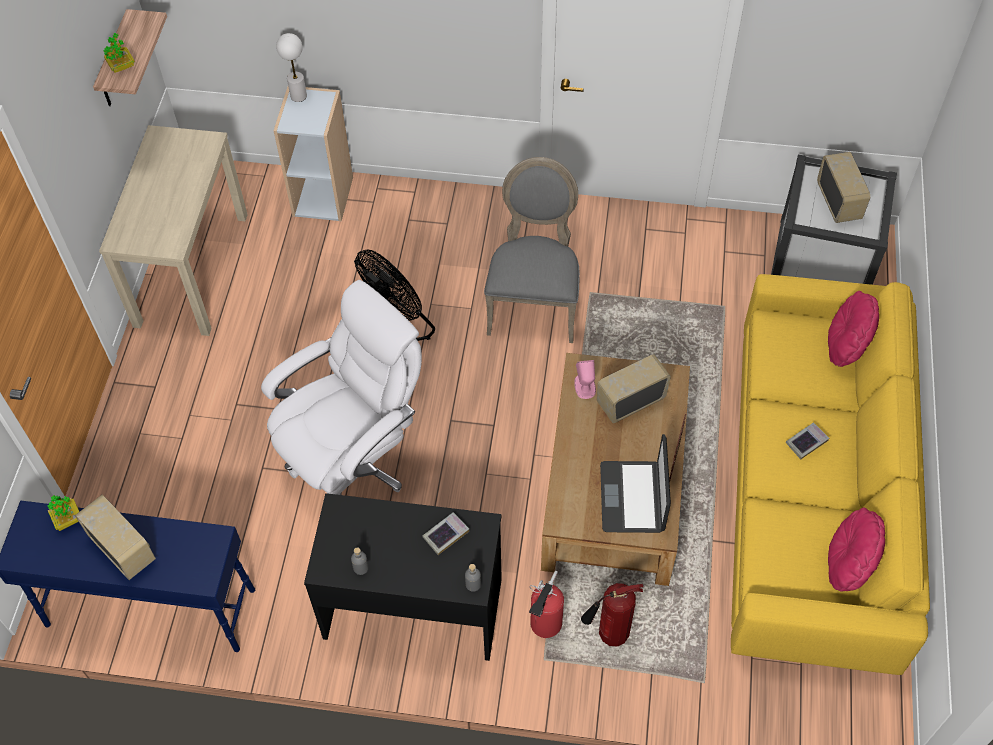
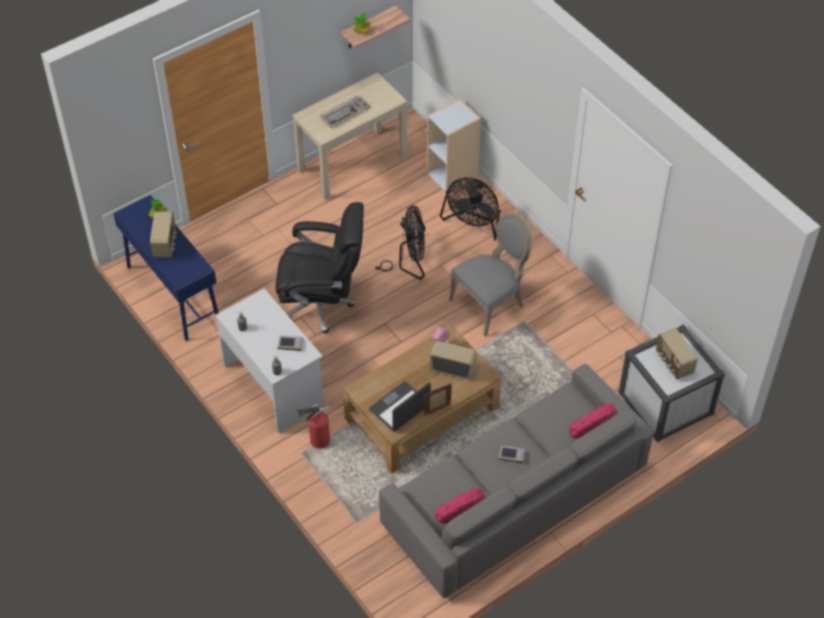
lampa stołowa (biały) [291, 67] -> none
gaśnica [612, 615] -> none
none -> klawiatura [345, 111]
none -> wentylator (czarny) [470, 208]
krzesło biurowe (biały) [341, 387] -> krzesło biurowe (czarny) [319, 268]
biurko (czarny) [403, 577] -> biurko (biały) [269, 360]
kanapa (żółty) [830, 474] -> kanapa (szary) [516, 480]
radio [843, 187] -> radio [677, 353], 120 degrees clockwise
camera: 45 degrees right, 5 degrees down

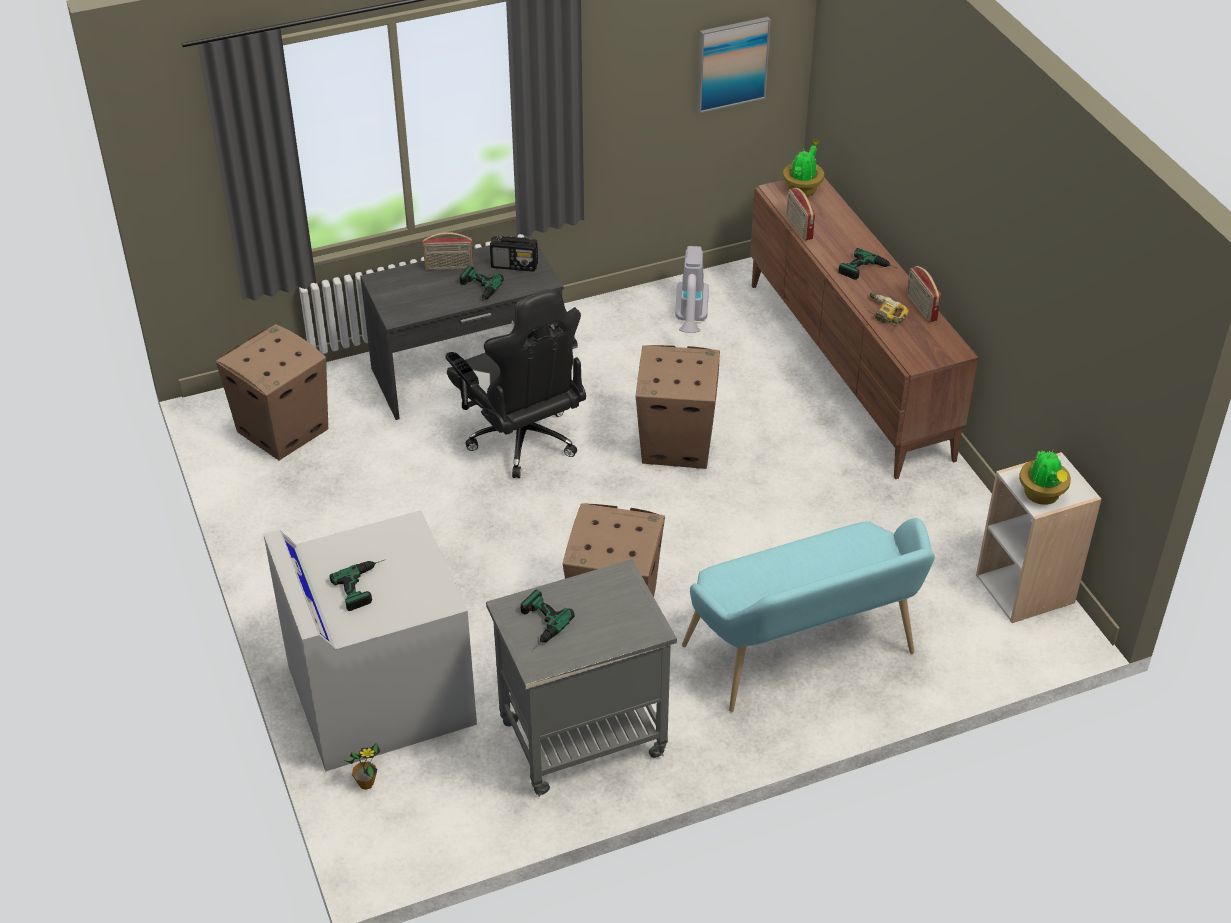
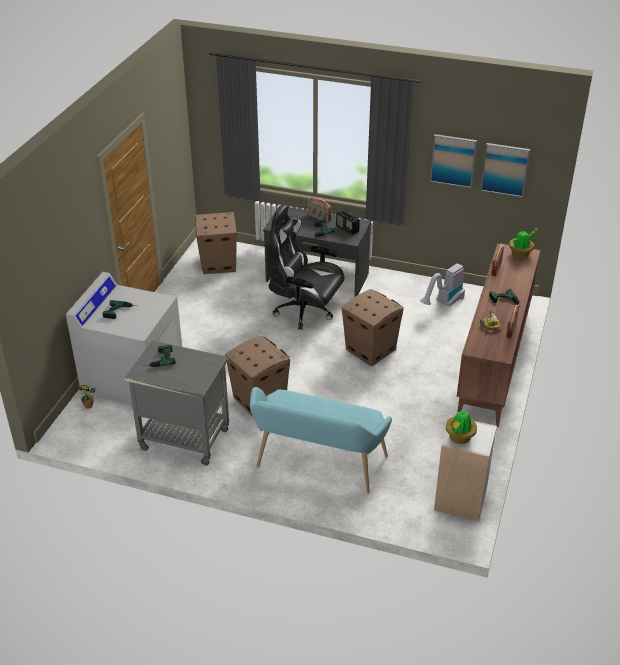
none -> obraz [453, 161]
krzesło biurowe (czarny) [515, 383] -> krzesło biurowe (czarny) [306, 267], 105 degrees clockwise
camera: 40 degrees right, 5 degrees down

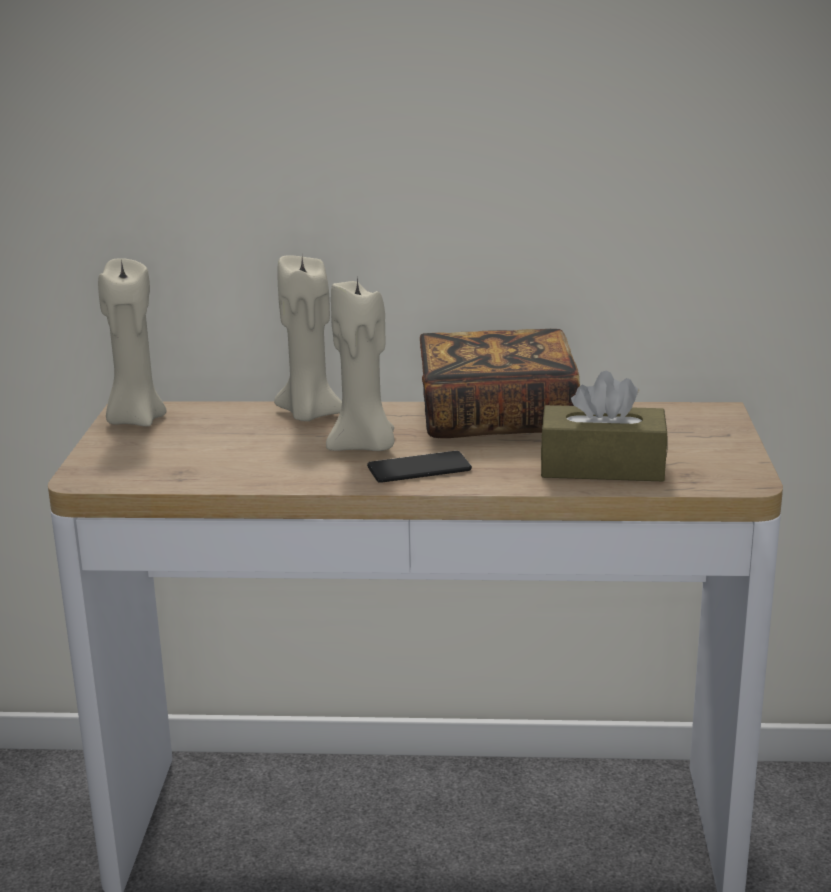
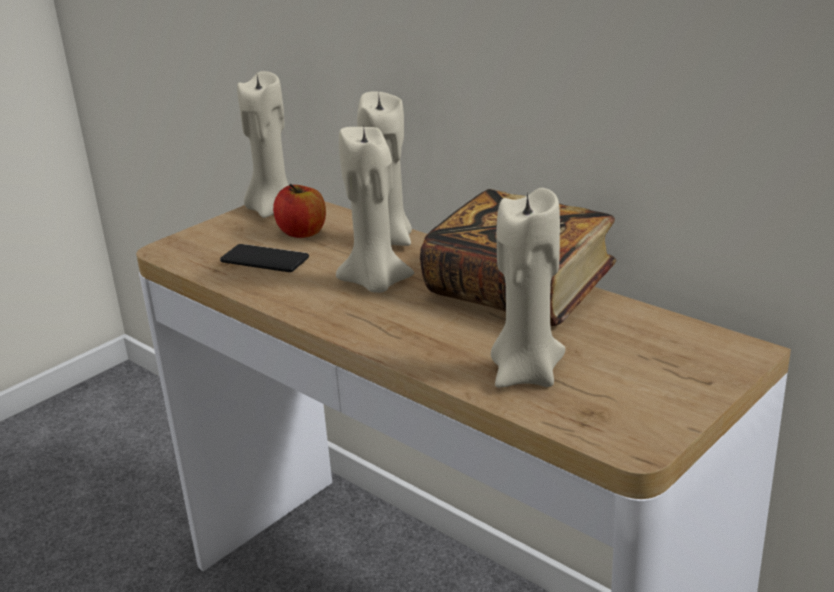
none -> jabłko [299, 211]
telefon [419, 467] -> telefon [264, 258], moved
pudełko chusteczek (brązowy) [604, 426] -> świeca (beżowy) [528, 288]
camera: 40 degrees right, 5 degrees up

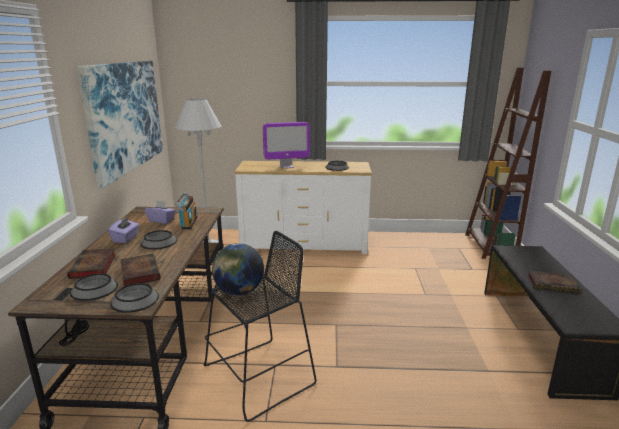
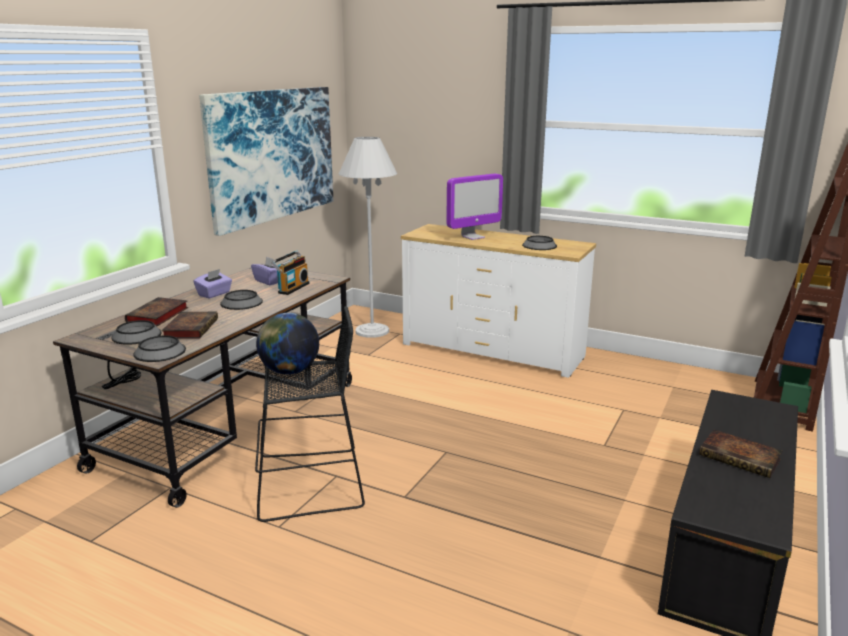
monitor [286, 145] -> monitor [474, 207], 45 degrees counterclockwise
camera: 25 degrees right, 0 degrees up

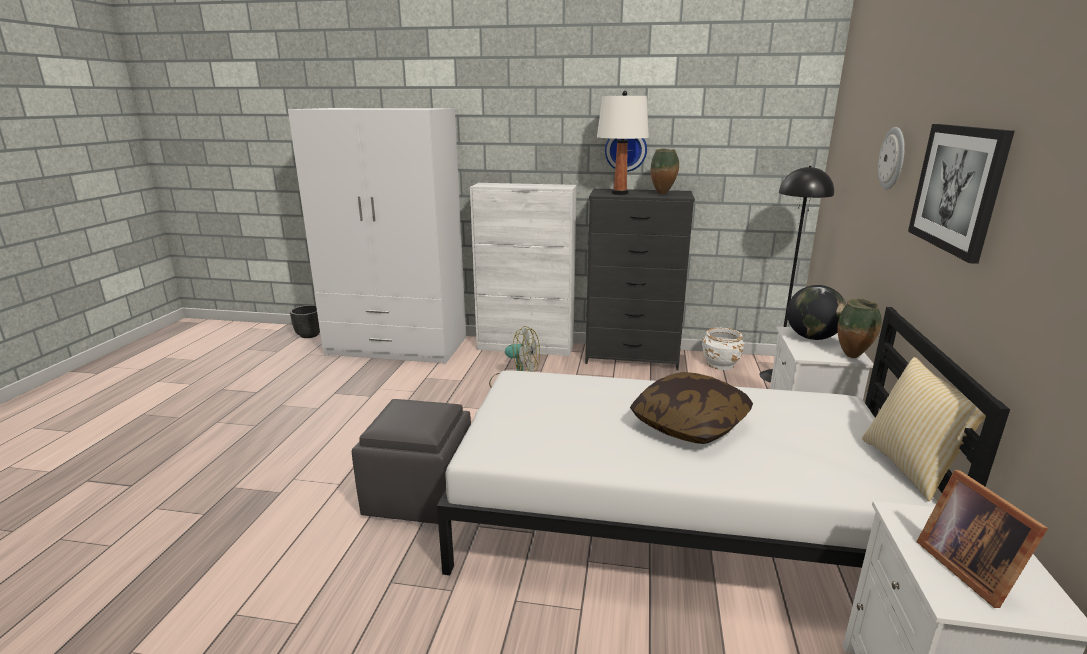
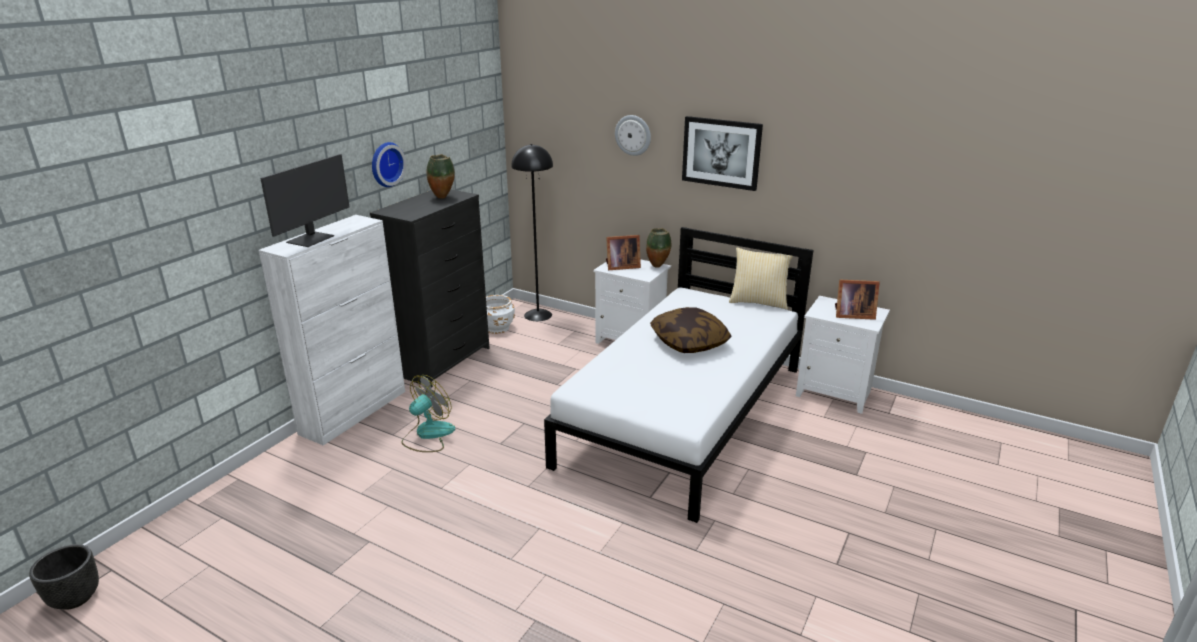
szafa (biały) [377, 236] -> none
pufa (szary) [411, 461] -> none
lampa stołowa (biały) [623, 143] -> none
none -> monitor [305, 200]
globus [816, 312] -> ramka na zdjęcie [623, 252]
camera: 70 degrees left, 5 degrees up

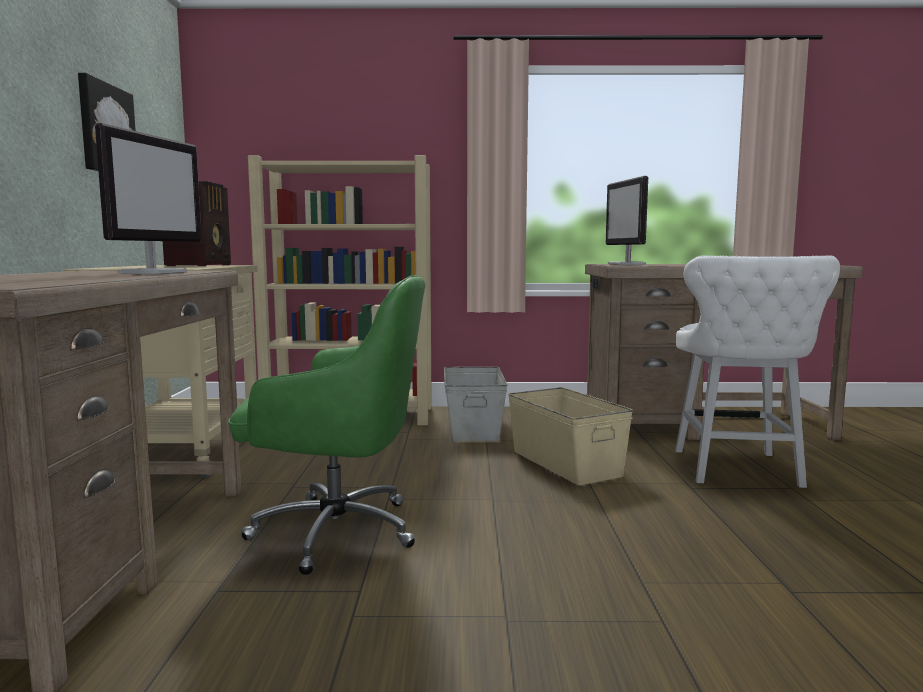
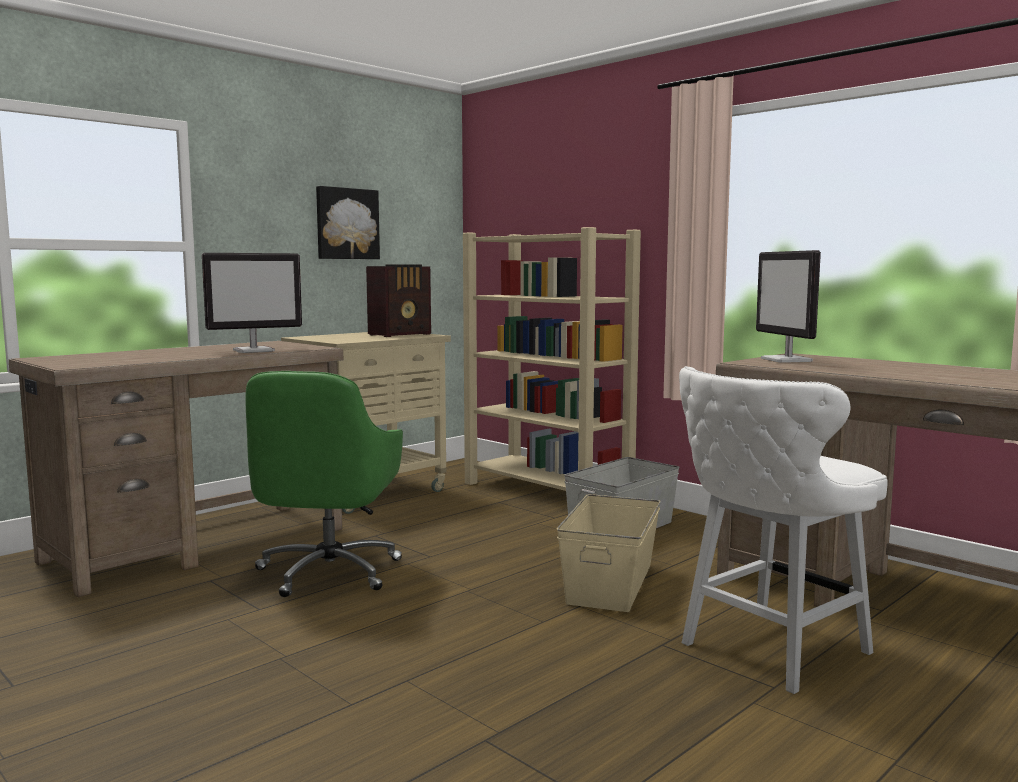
krzesło biurowe (zielony) [327, 425] -> krzesło biurowe (zielony) [324, 484], 45 degrees clockwise
monitor [627, 220] -> monitor [788, 306], 45 degrees counterclockwise
camera: 45 degrees right, 0 degrees up

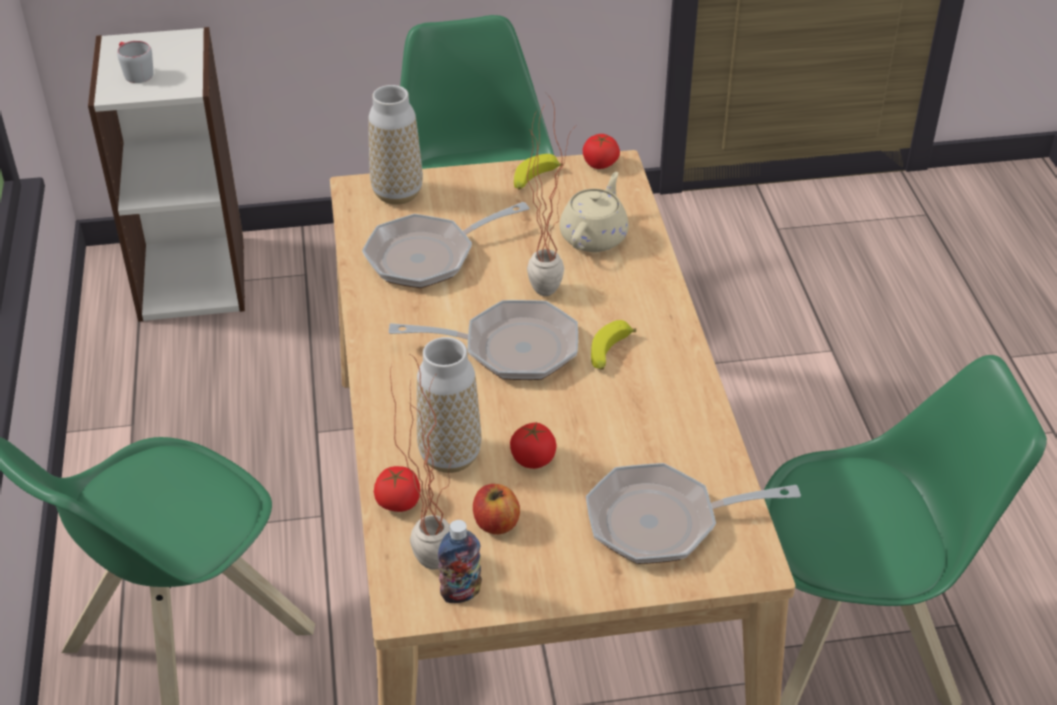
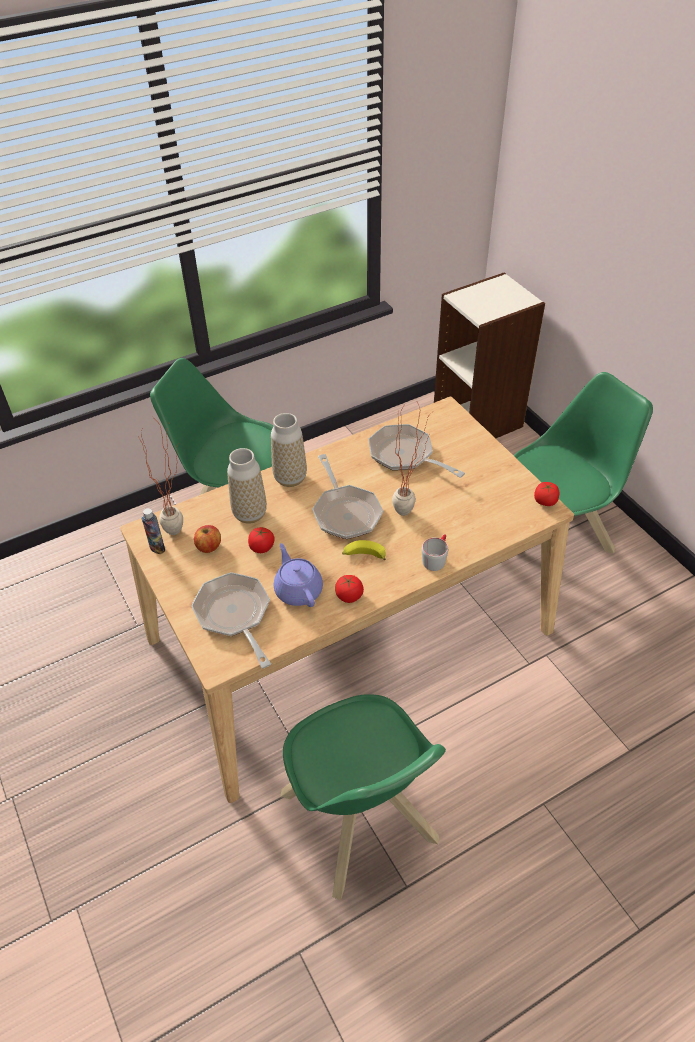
banan [538, 172] -> none
imbryk (beżowy) [594, 212] -> none
none -> imbryk (fioletowy) [298, 575]
kubek (szary) [135, 62] -> kubek (szary) [435, 552], moved
wazon [395, 145] -> wazon [289, 450], moved
pomidor [397, 489] -> pomidor [349, 589], moved
camera: 70 degrees right, 5 degrees up

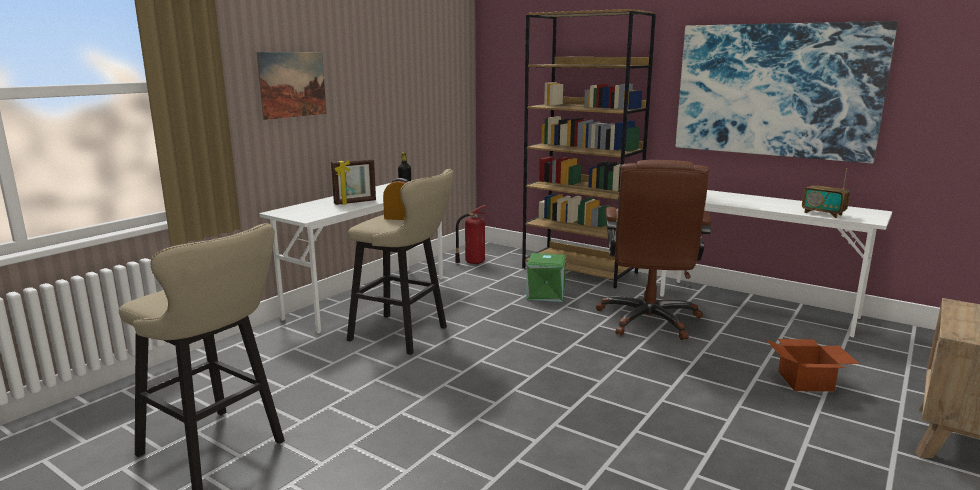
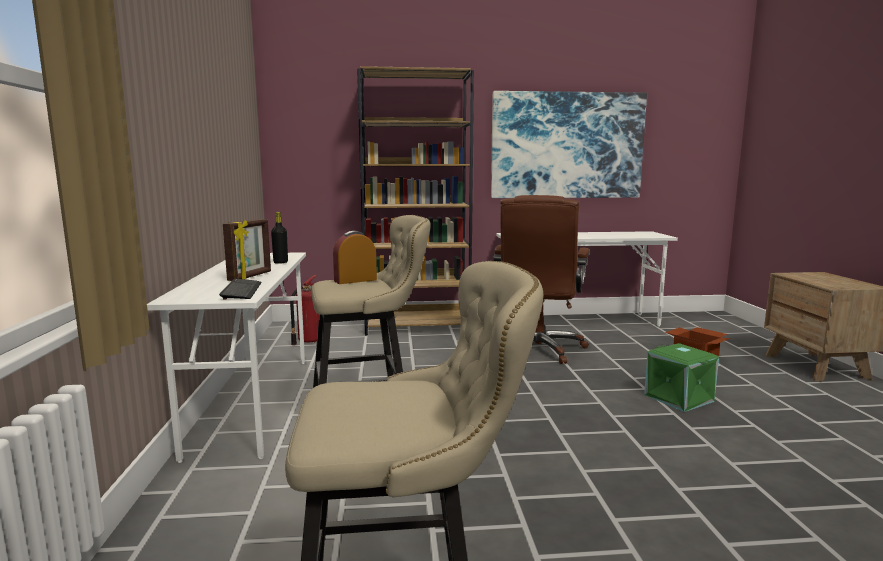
obraz [291, 86] -> none
radio [826, 193] -> none
none -> klawiatura [240, 289]
pojemnik do przechowywania (zielony) [546, 277] -> pojemnik do przechowywania (zielony) [681, 377], moved
krzesło biurowe (brązowy) [653, 250] -> krzesło biurowe (brązowy) [541, 279], 45 degrees clockwise
camera: 40 degrees left, 5 degrees down

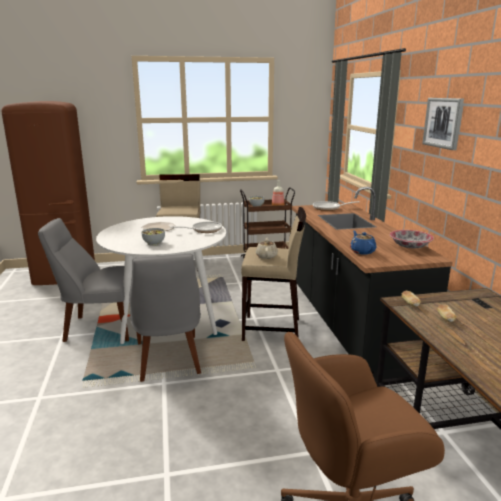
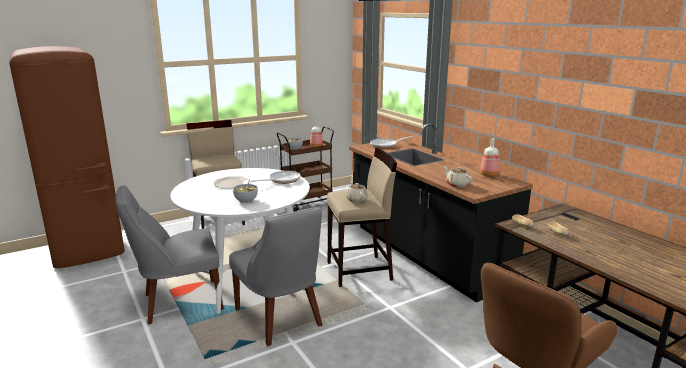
obraz [443, 124] -> none
miska [412, 239] -> butelka [489, 157]
imbryk (niebieski) [363, 243] -> imbryk (beżowy) [458, 176]
camera: 20 degrees left, 0 degrees up

